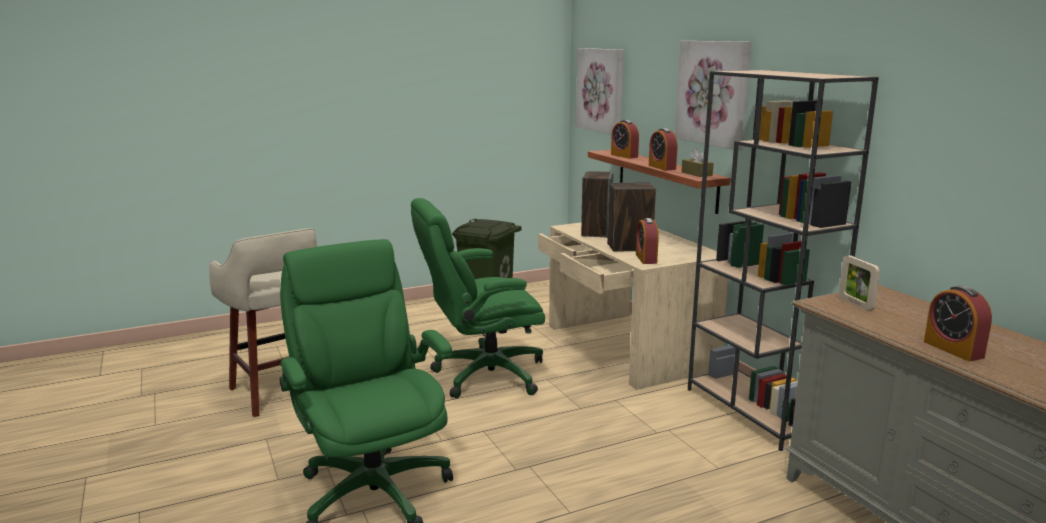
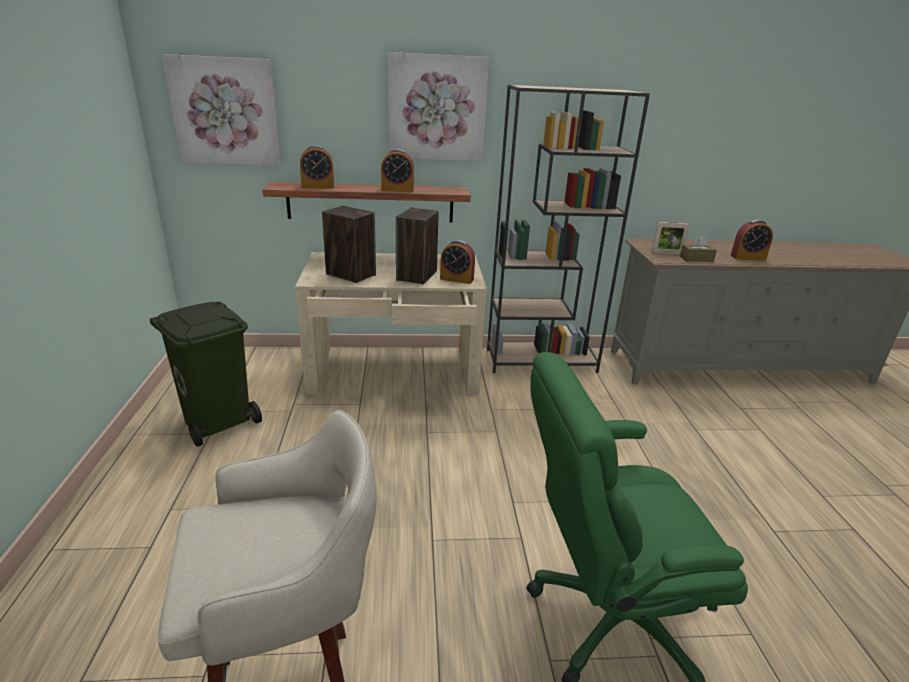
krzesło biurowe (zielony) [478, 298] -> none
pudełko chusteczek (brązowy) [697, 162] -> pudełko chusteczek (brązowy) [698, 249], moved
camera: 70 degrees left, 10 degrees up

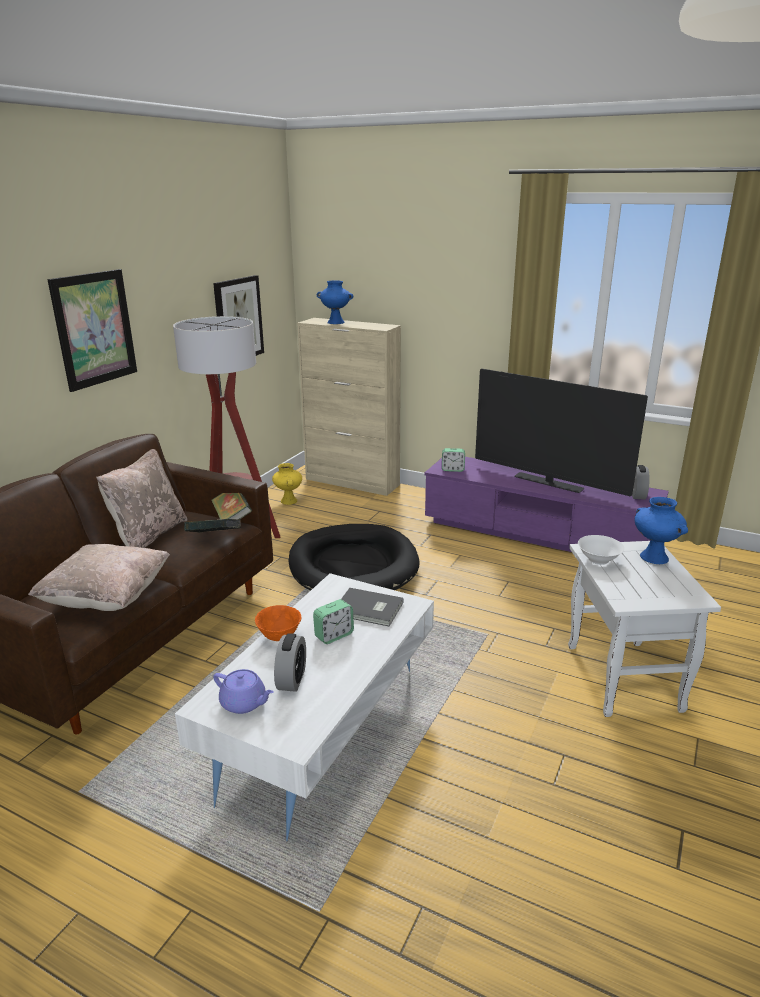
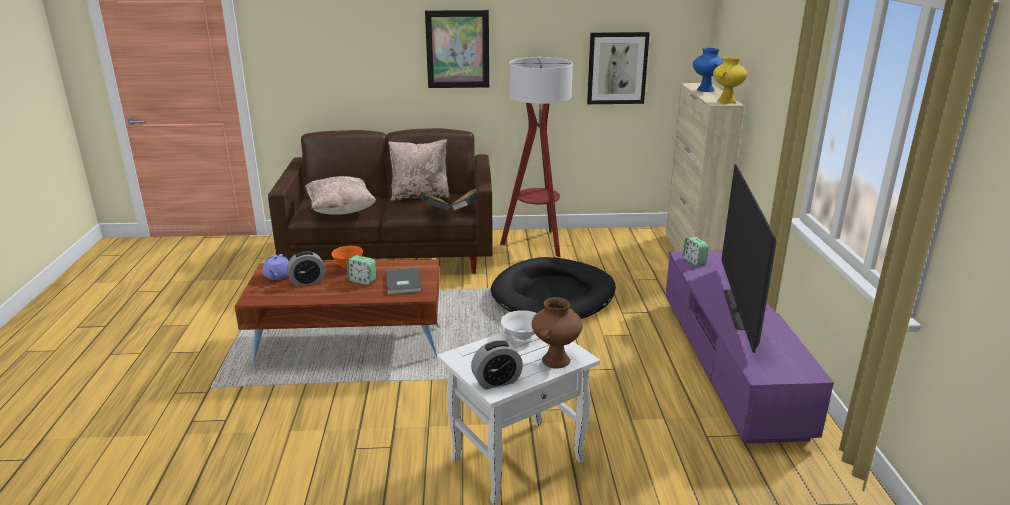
wazon (żółty) [287, 484] -> wazon (żółty) [730, 80], moved
budzik [641, 482] -> budzik [497, 364], moved
ława (biały) [304, 707] -> ława (brązowy) [337, 310]
wazon (niebieski) [661, 530] -> wazon (brązowy) [557, 333]
camera: 60 degrees right, 0 degrees up

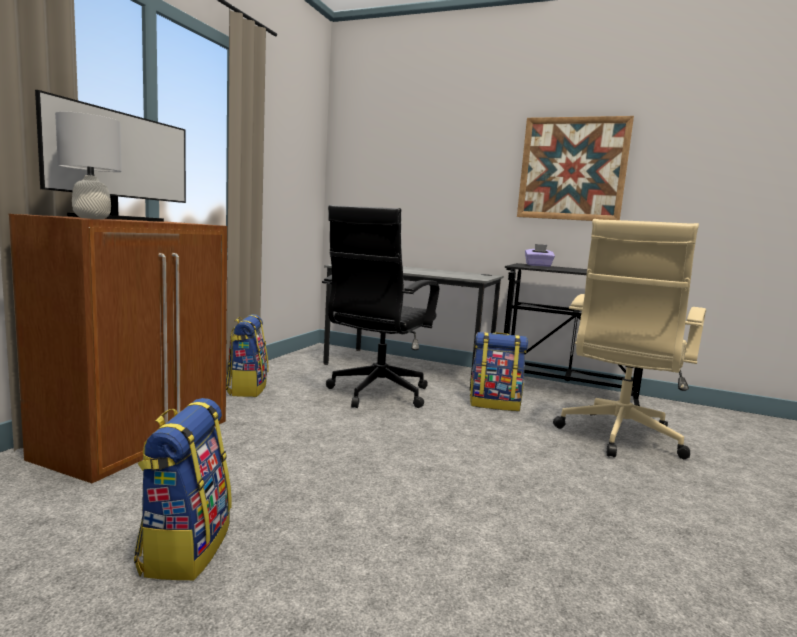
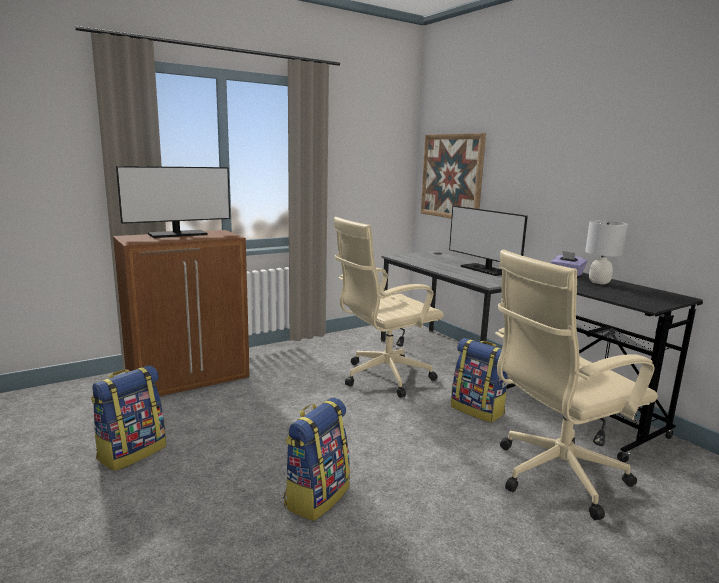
none -> monitor [488, 241]
lampa stołowa (szary) [88, 165] -> lampa stołowa (szary) [606, 252], moved
plecak [247, 355] -> plecak [316, 459], moved
obraz [575, 168] -> obraz [453, 176], moved
krzesło biurowe (czarny) [380, 306] -> krzesło biurowe (beżowy) [389, 307]
camera: 35 degrees right, 5 degrees up

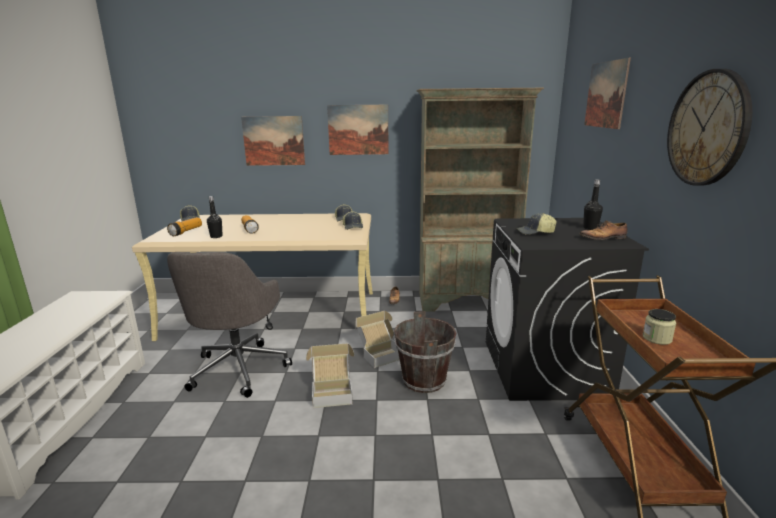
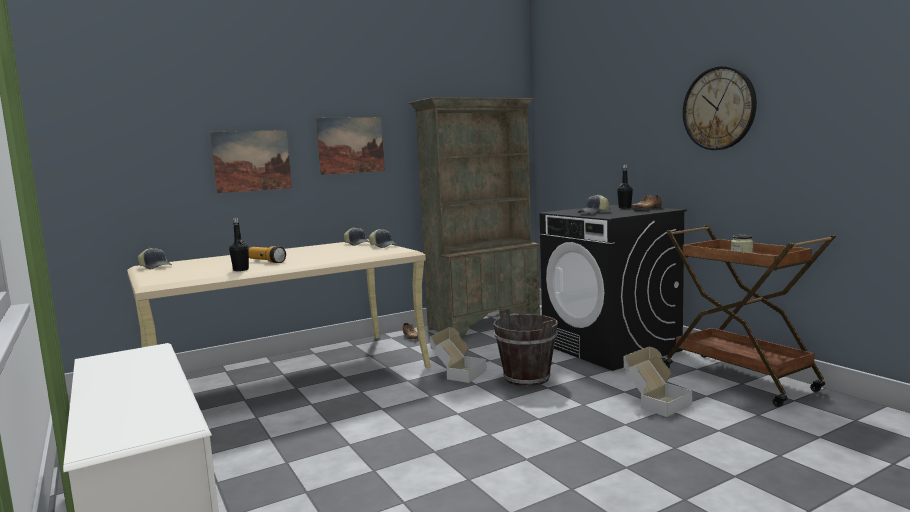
latarka [184, 226] -> none
krzesło biurowe (szary) [229, 325] -> none
obraz [607, 93] -> none
karton [330, 375] -> karton [658, 382], moved
camera: 30 degrees left, 10 degrees down

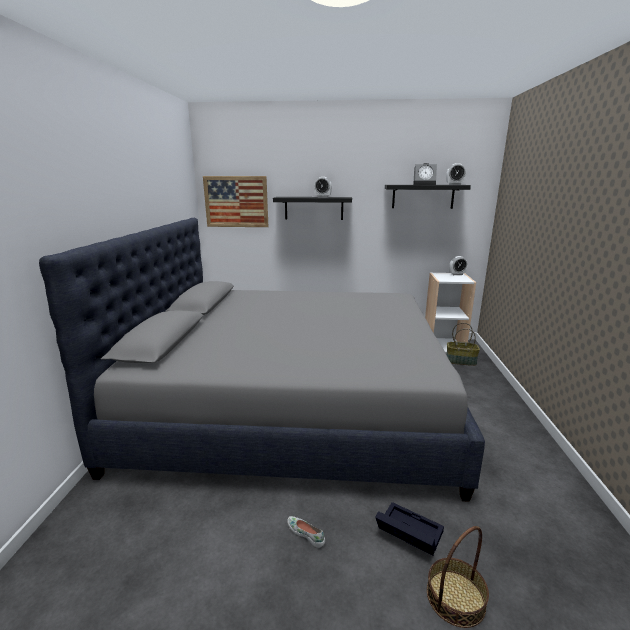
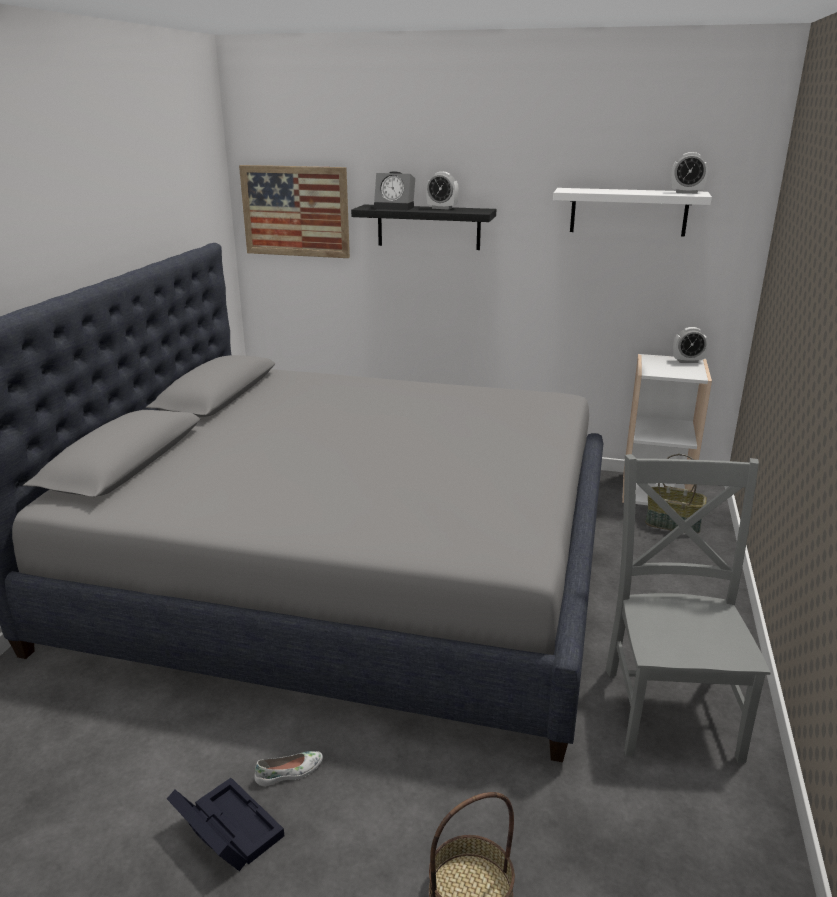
none -> krzesło (szary) [688, 608]
pojemnik do przechowywania (czarny) [409, 528] -> pojemnik do przechowywania (czarny) [225, 824], moved
budzik [425, 174] -> budzik [394, 190], moved
półka (czarny) [428, 197] -> półka (biały) [632, 212]
but (biały) [306, 532] -> but (biały) [288, 768], 105 degrees clockwise
camera: 10 degrees right, 5 degrees up

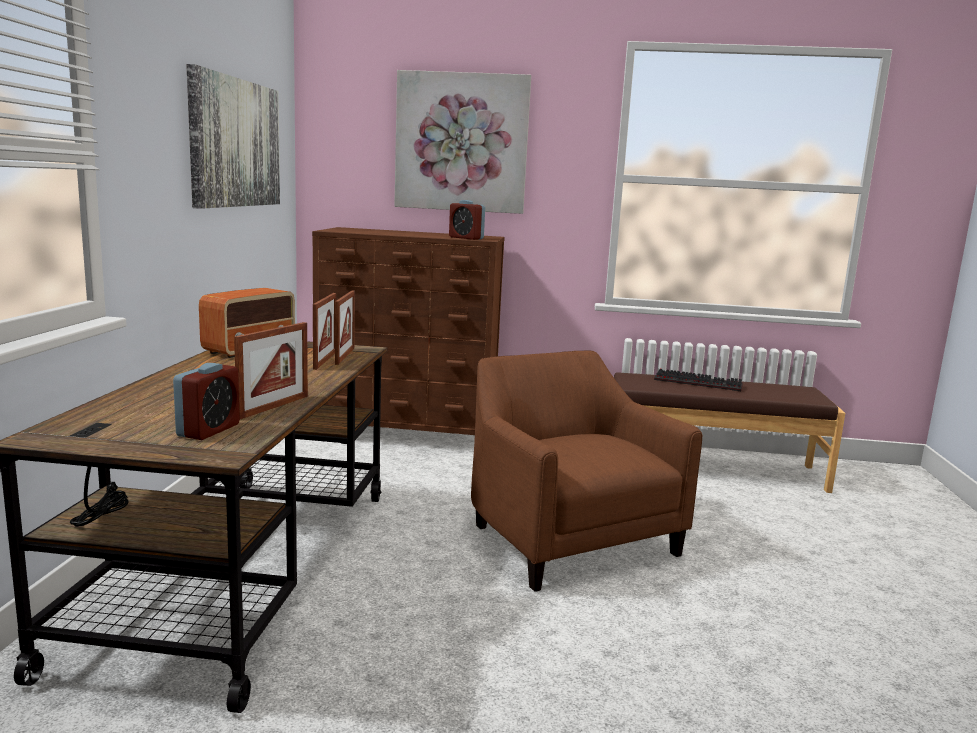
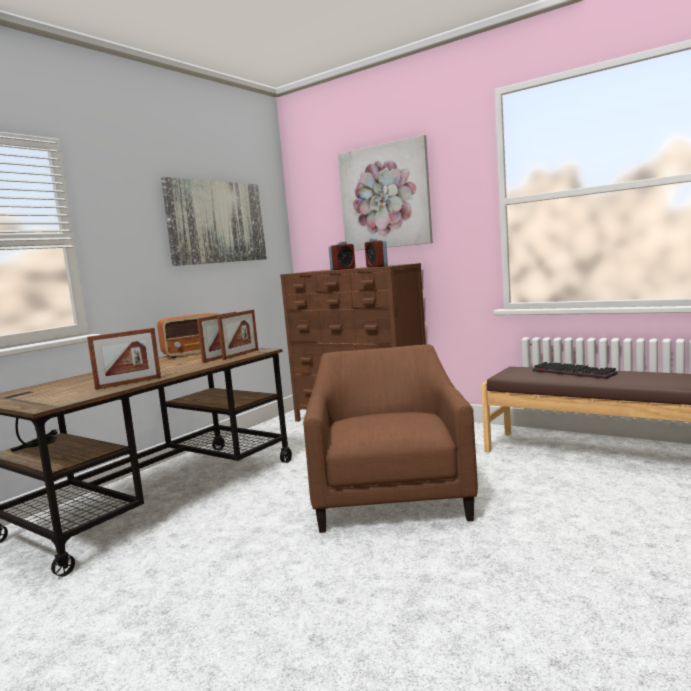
budzik [206, 401] -> budzik [342, 256], moved
camera: 30 degrees right, 5 degrees down

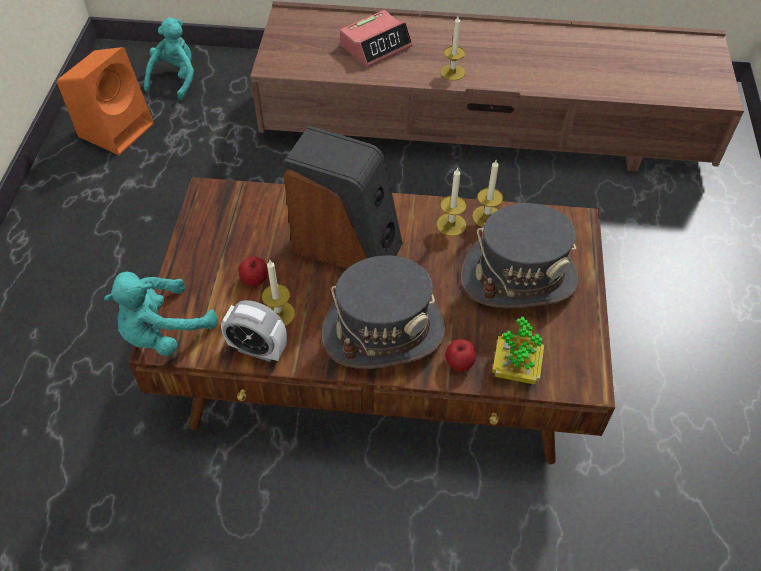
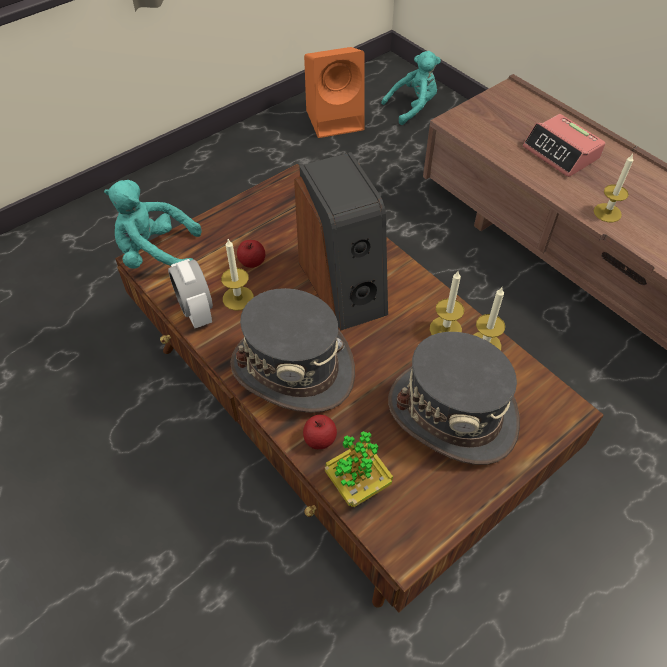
budzik [376, 38] -> budzik [564, 145], 45 degrees clockwise
camera: 45 degrees right, 0 degrees up

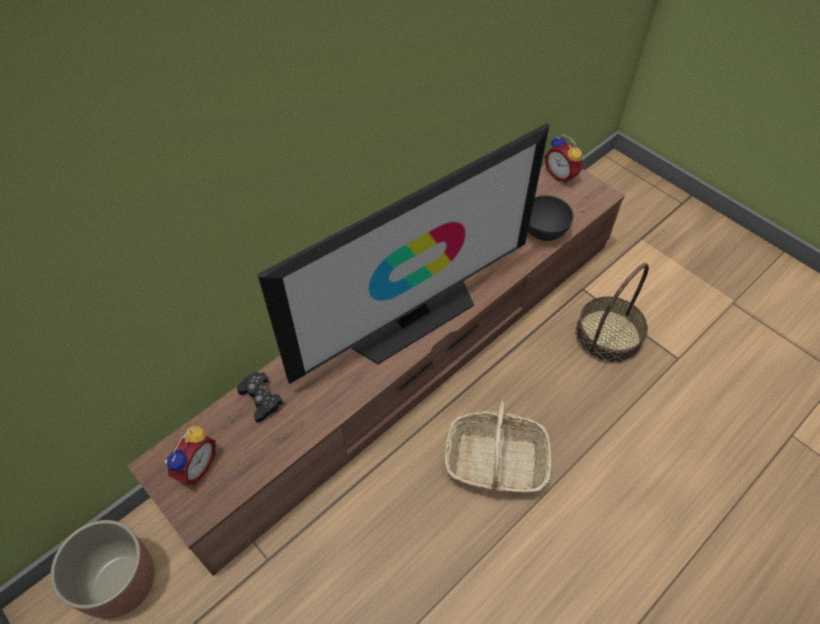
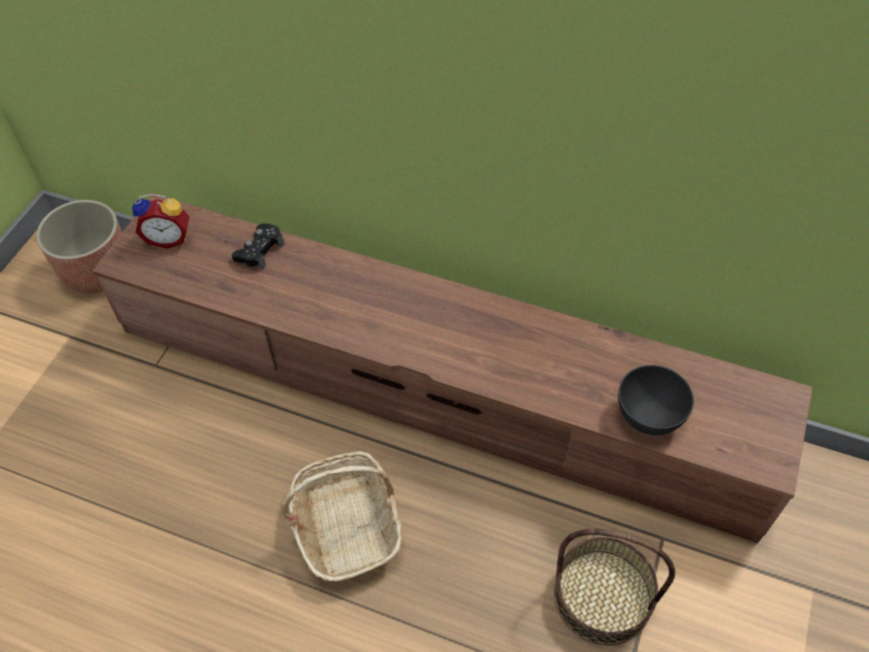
telewizor [403, 253] -> none
budzik [564, 158] -> none
camera: 65 degrees right, 0 degrees up

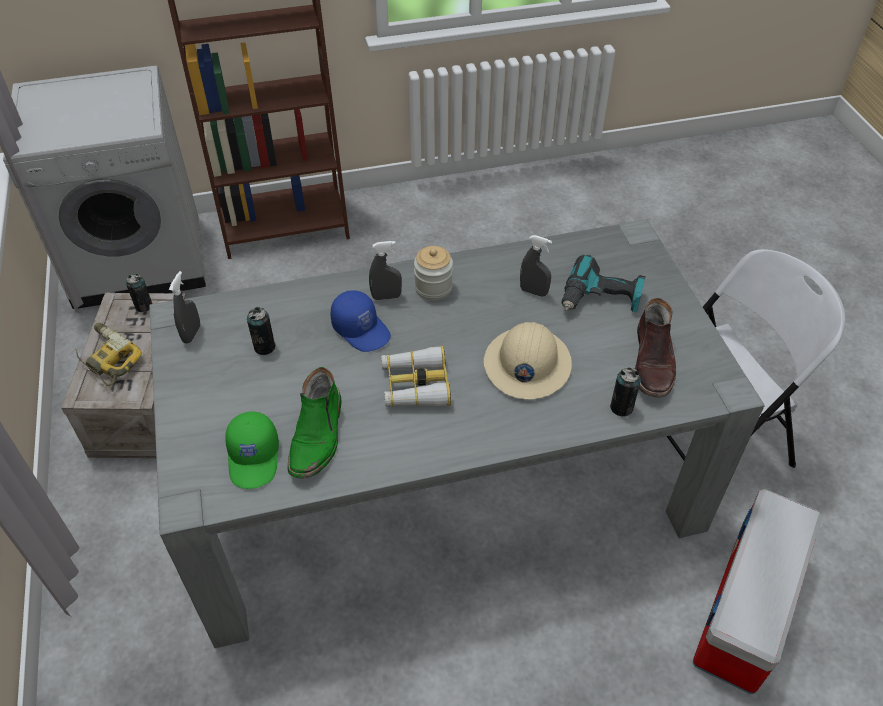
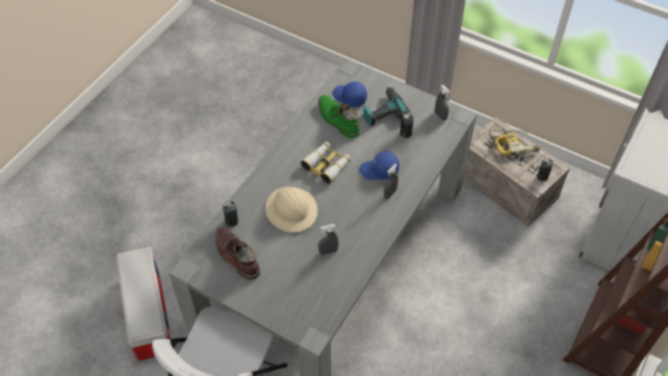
słoik [433, 273] -> none
wiertarka [603, 284] -> wiertarka [386, 106], moved
czapka z daszkiem (zielony) [252, 450] -> czapka z daszkiem (niebieski) [350, 94]
camera: 135 degrees right, 5 degrees up

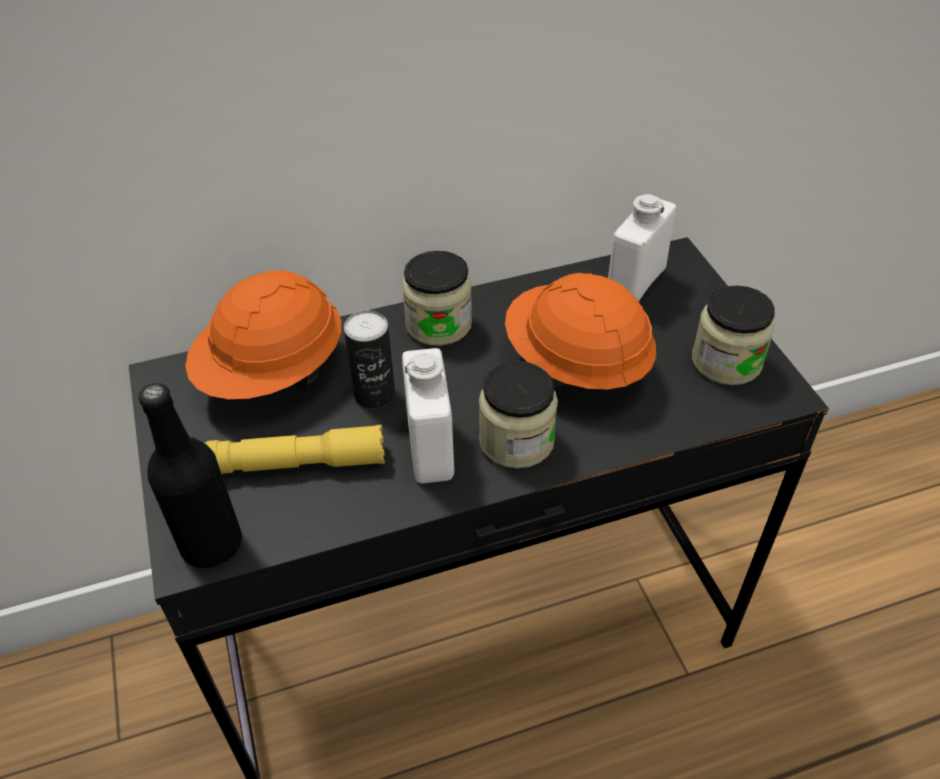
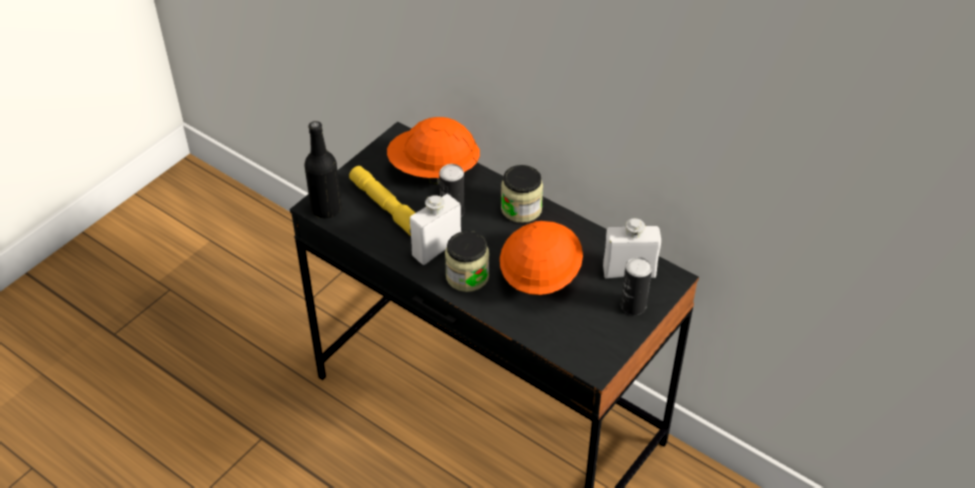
słoik [733, 335] -> none
none -> puszka [636, 286]
camera: 55 degrees right, 0 degrees up

